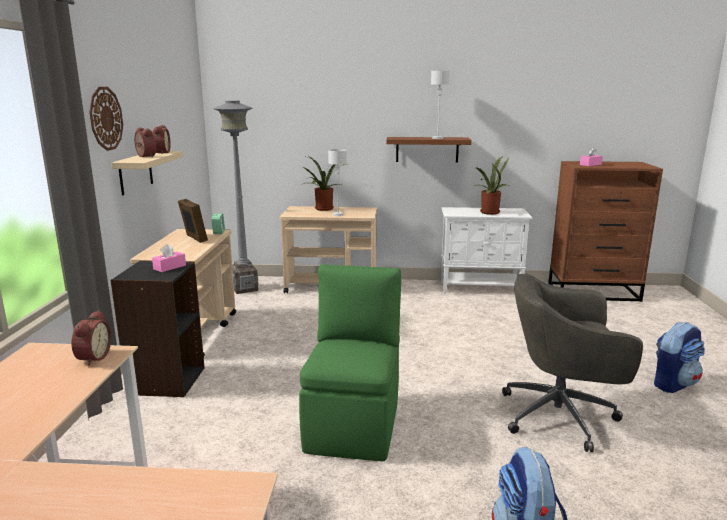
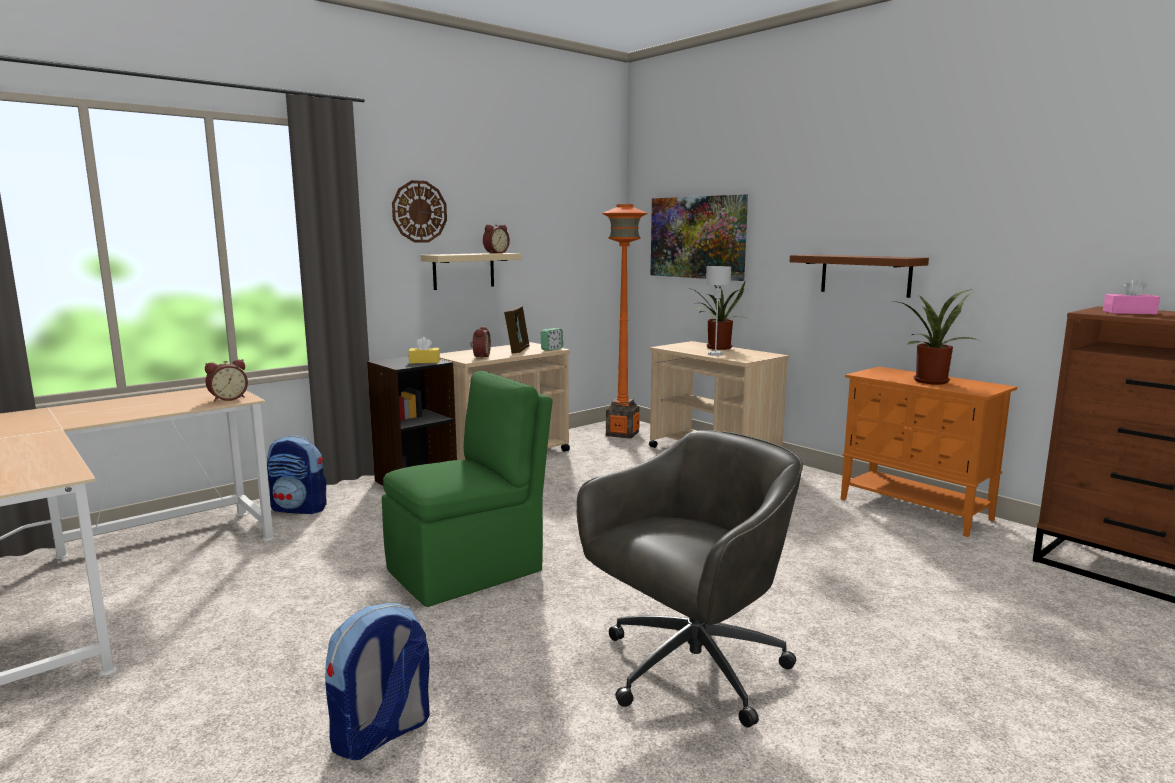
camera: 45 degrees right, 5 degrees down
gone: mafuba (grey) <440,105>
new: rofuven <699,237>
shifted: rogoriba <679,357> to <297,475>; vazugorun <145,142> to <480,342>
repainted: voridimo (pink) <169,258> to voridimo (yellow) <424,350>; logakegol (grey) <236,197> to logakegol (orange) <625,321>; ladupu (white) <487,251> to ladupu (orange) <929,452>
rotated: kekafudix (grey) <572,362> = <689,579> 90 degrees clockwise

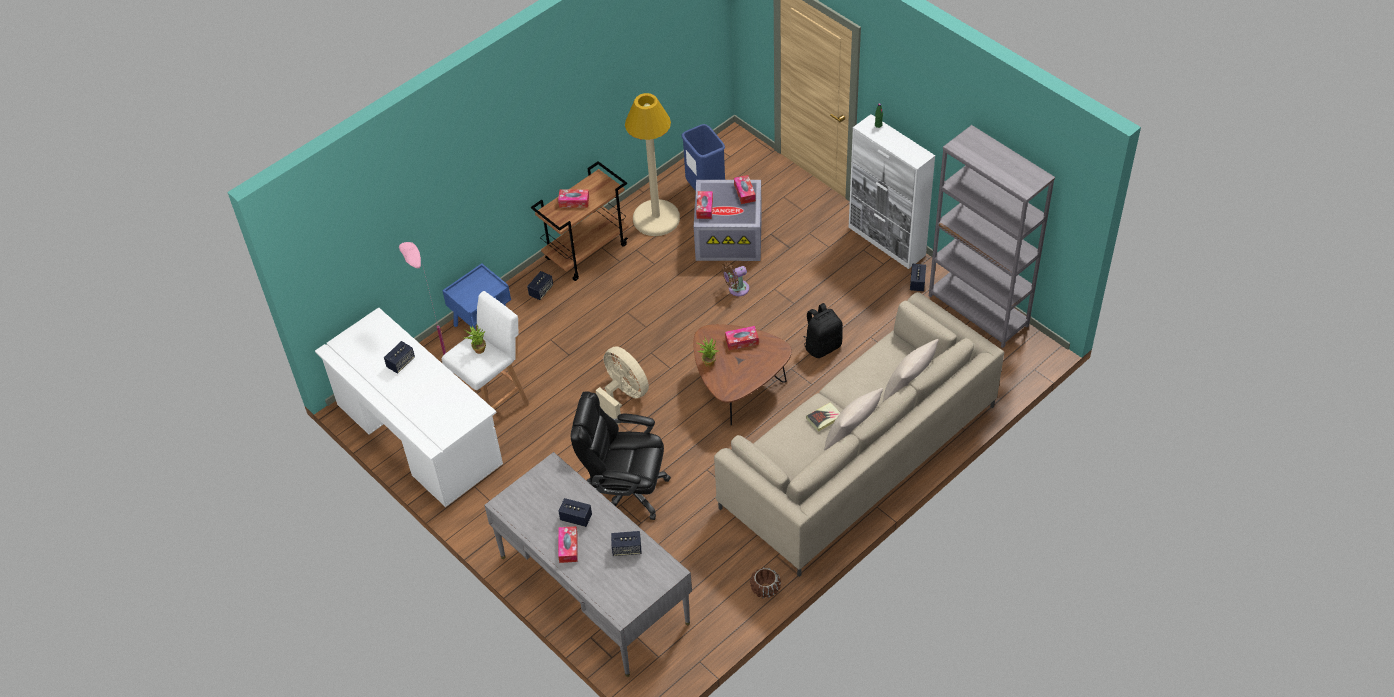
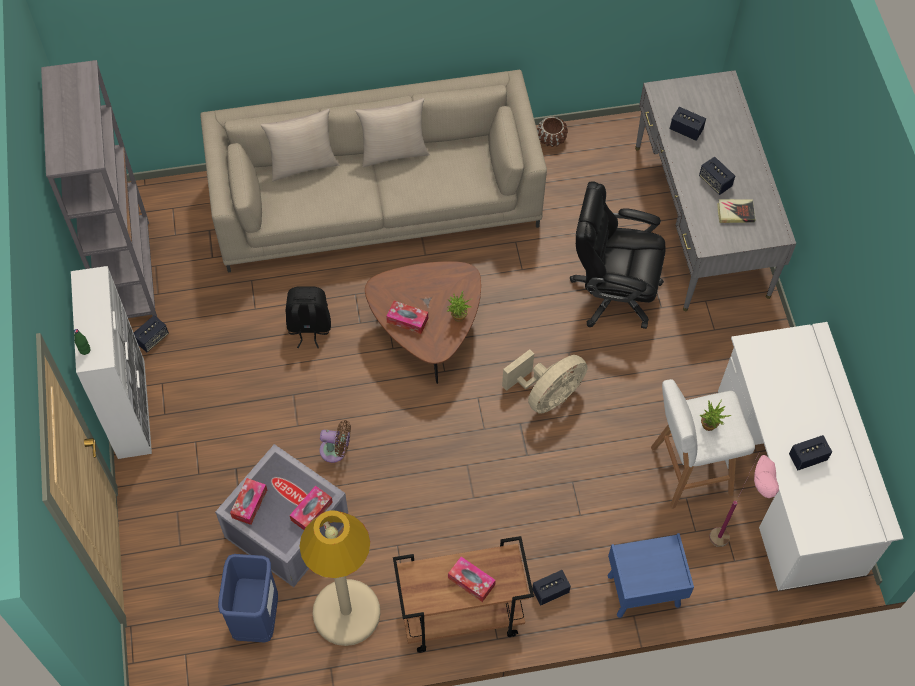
camera: 150 degrees left, 10 degrees up
gone: voridimo <568,544>
shifted: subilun <823,417> to <736,211>
rotated: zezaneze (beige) <622,385> = <545,381> 120 degrees counterclockwise; kekafudix (black) <621,455> = <618,255> 150 degrees clockwise

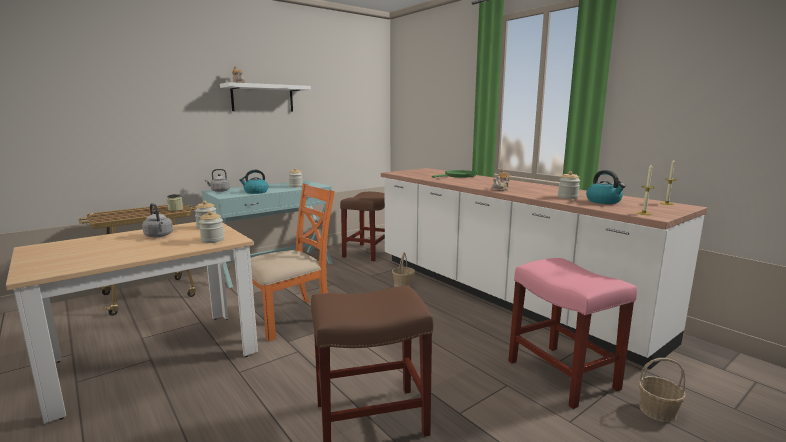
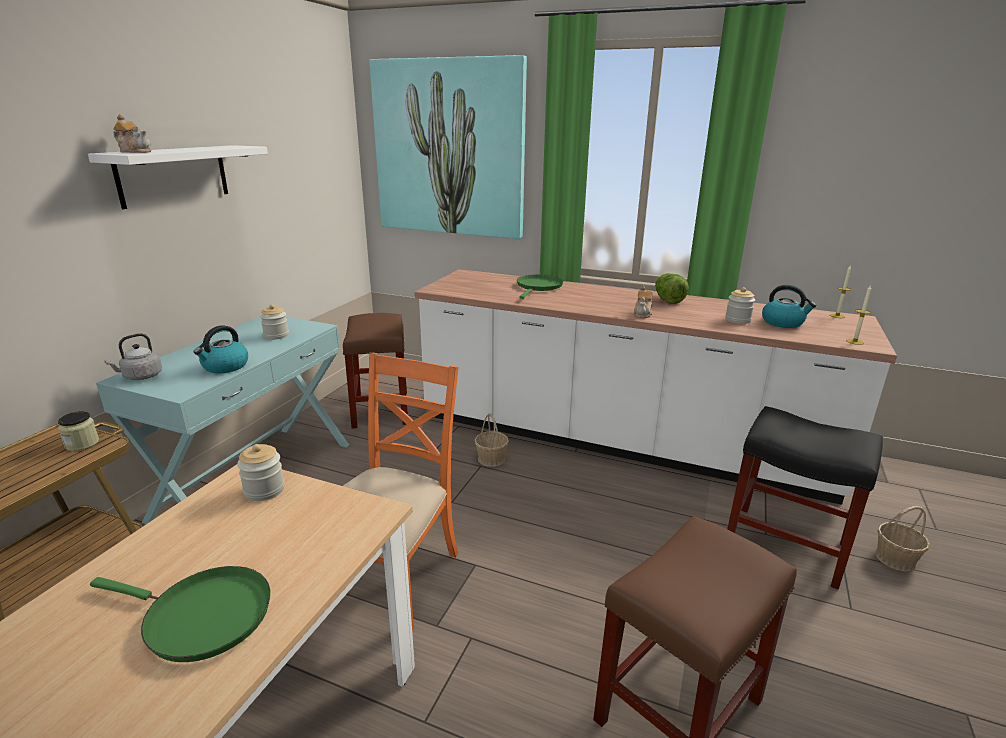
camera: 30 degrees left, 10 degrees up
gone: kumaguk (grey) <157,220>; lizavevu <211,227>
new: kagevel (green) <180,614>; rofuven <448,147>; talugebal <672,288>
repainted: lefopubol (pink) <572,333> to lefopubol (black) <805,497>

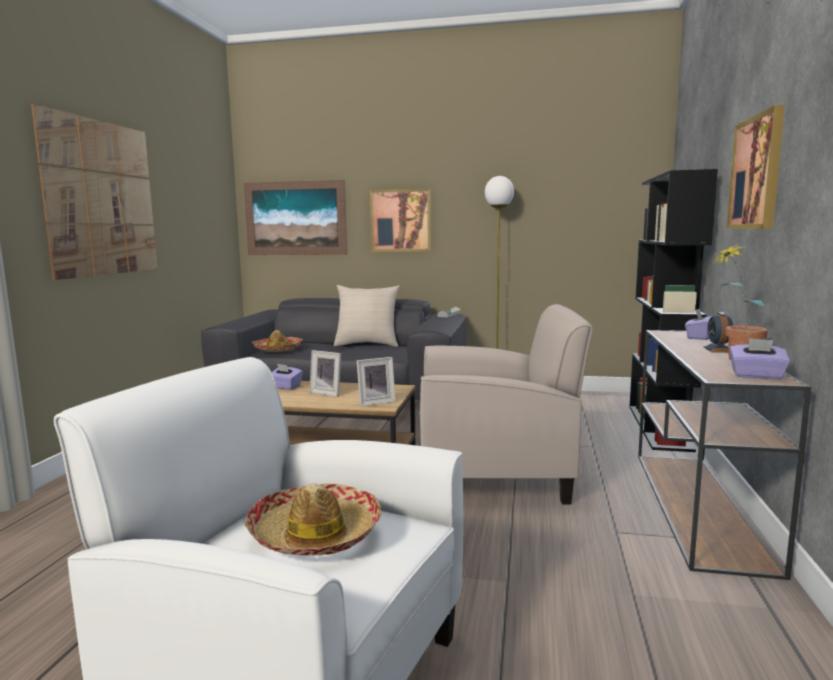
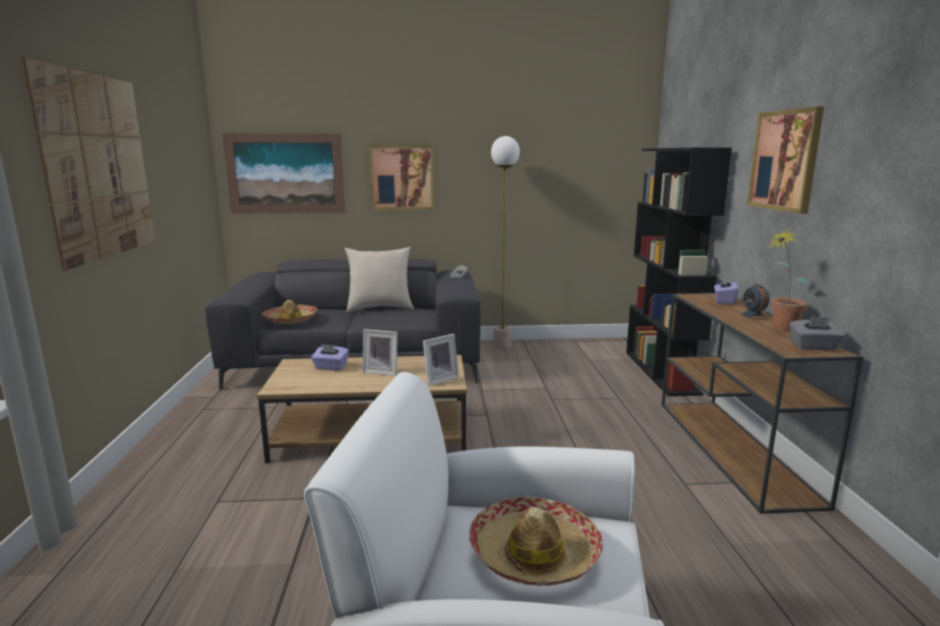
camera: 15 degrees left, 5 degrees up
gone: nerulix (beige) <506,404>
repainted: voridimo (purple) <759,358> to voridimo (grey) <817,333>

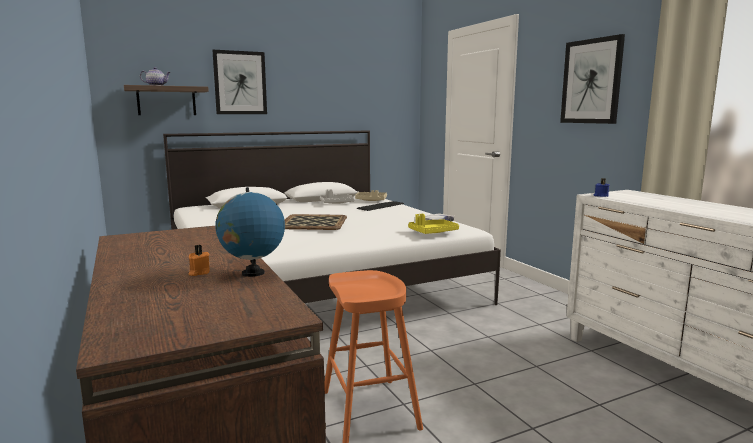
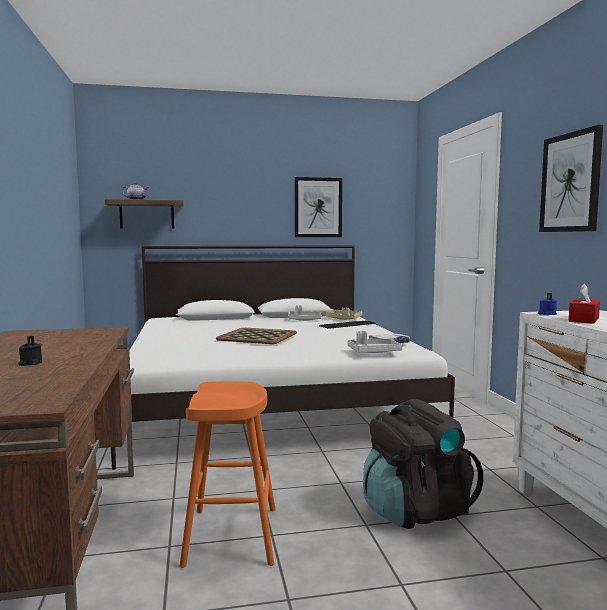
camera: 15 degrees right, 5 degrees down
gone: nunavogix <250,232>
new: rogoriba (black) <423,464>; voridimo (red) <584,303>
shifted: rofuven <239,82> to <318,207>
repainted: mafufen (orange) <199,260> to mafufen (black) <30,351>; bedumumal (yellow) <433,224> to bedumumal (grey) <375,342>

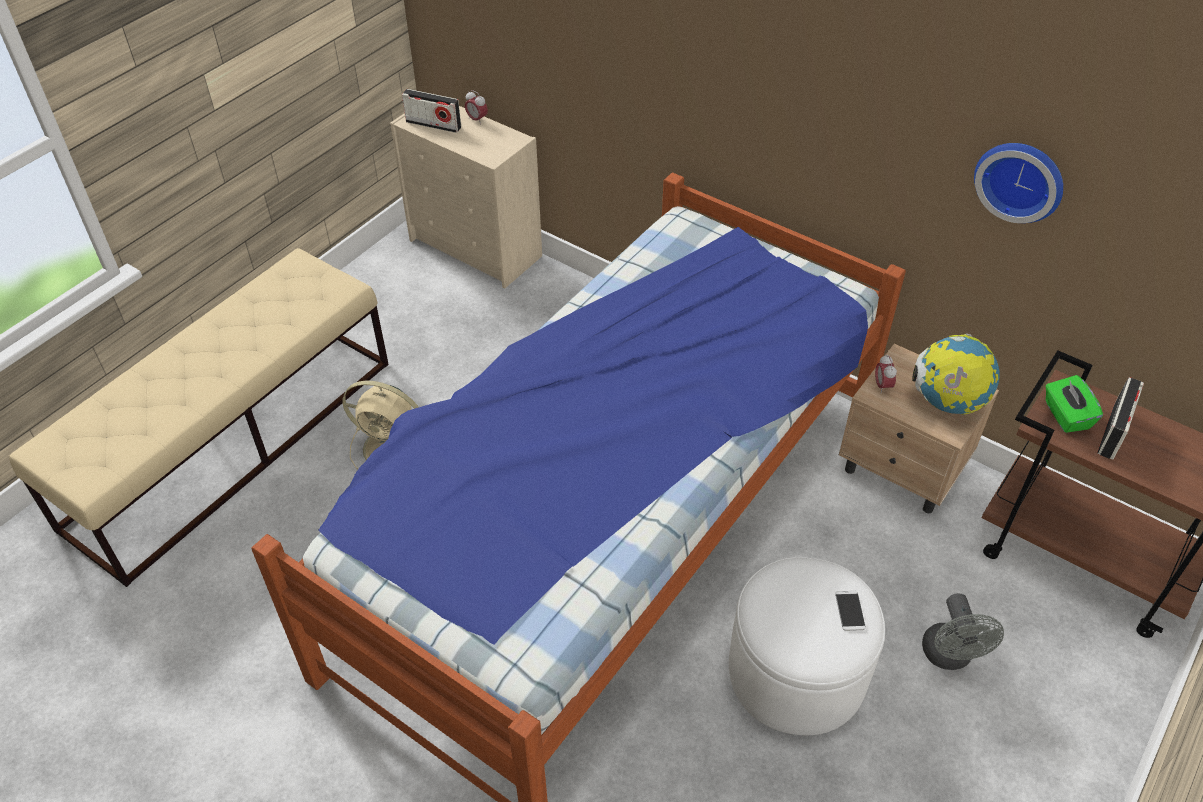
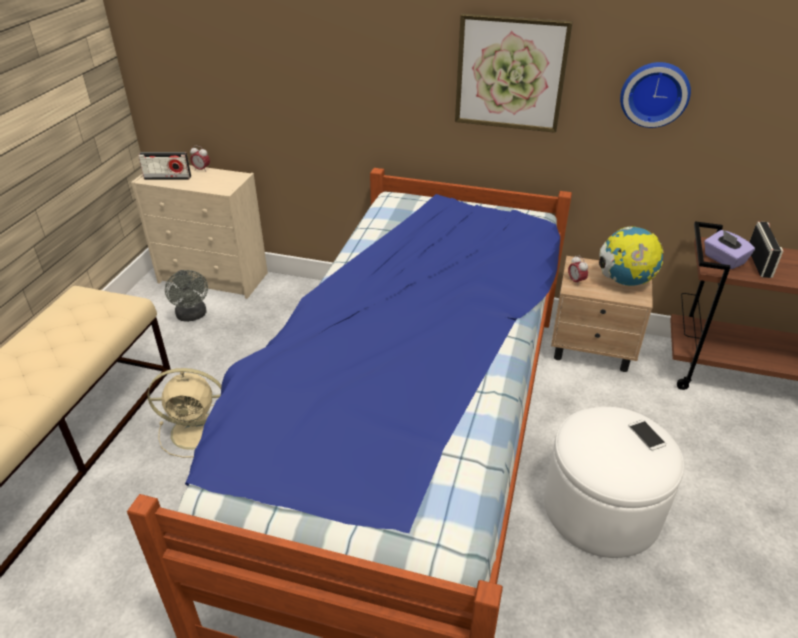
camera: 20 degrees left, 10 degrees down
new: rofuven <514,73>
shifted: zezaneze (grey) <963,631> to <186,296>
repainted: voridimo (green) <1074,404> to voridimo (purple) <729,249>

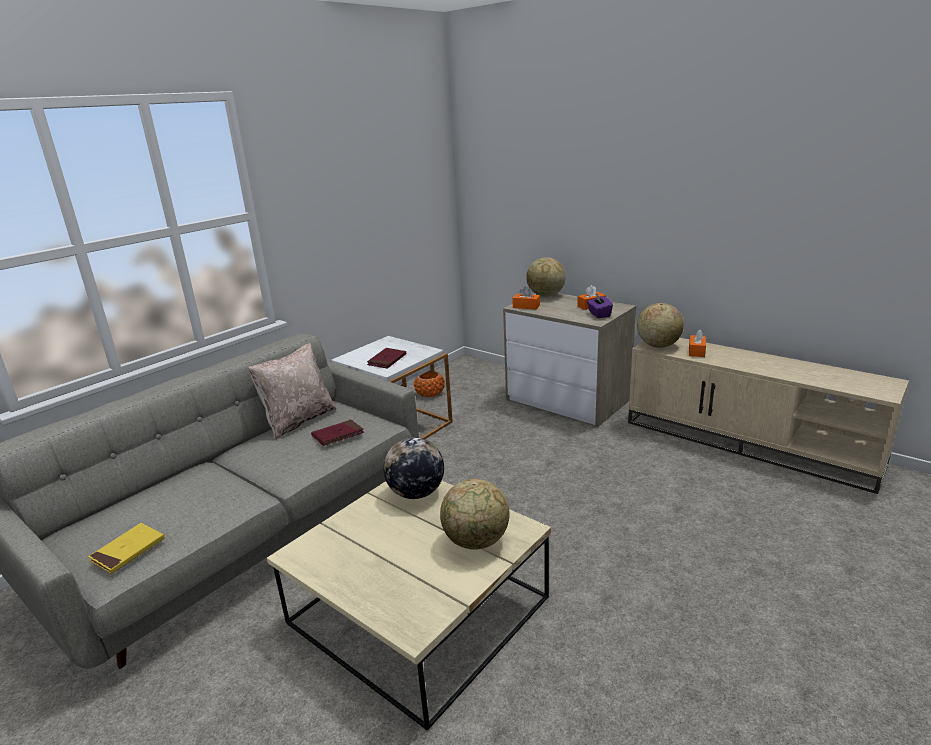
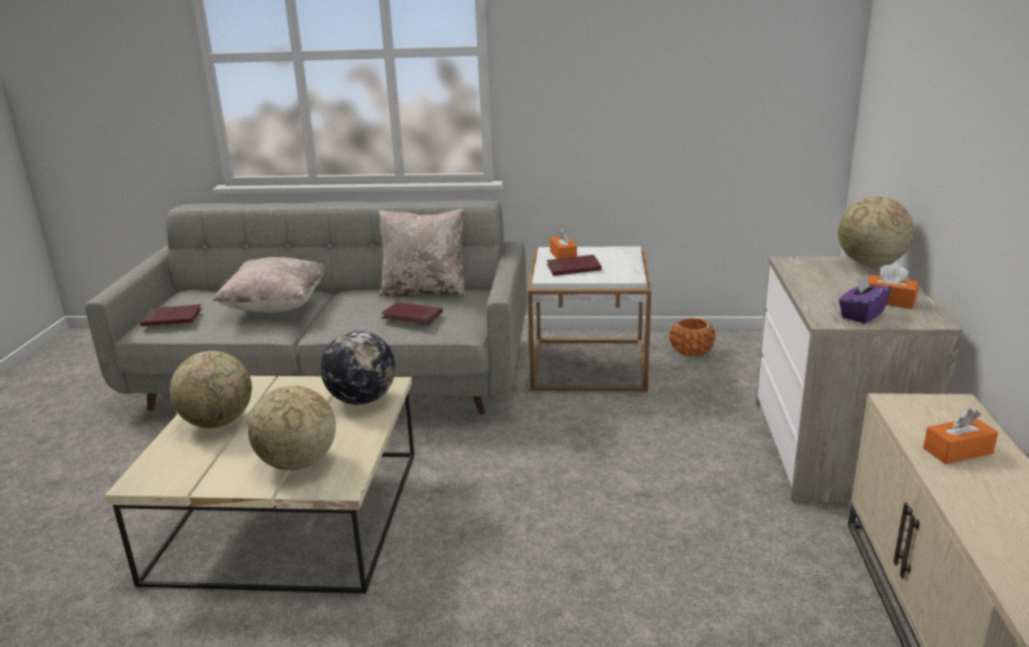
camera: 55 degrees right, 0 degrees up
new: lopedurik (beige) <269,285>
shifted: nunavogix <660,325> to <211,389>; voridimo (orange) <526,297> to <563,243>
repainted: subilun (yellow) <126,548> to subilun (red) <171,315>

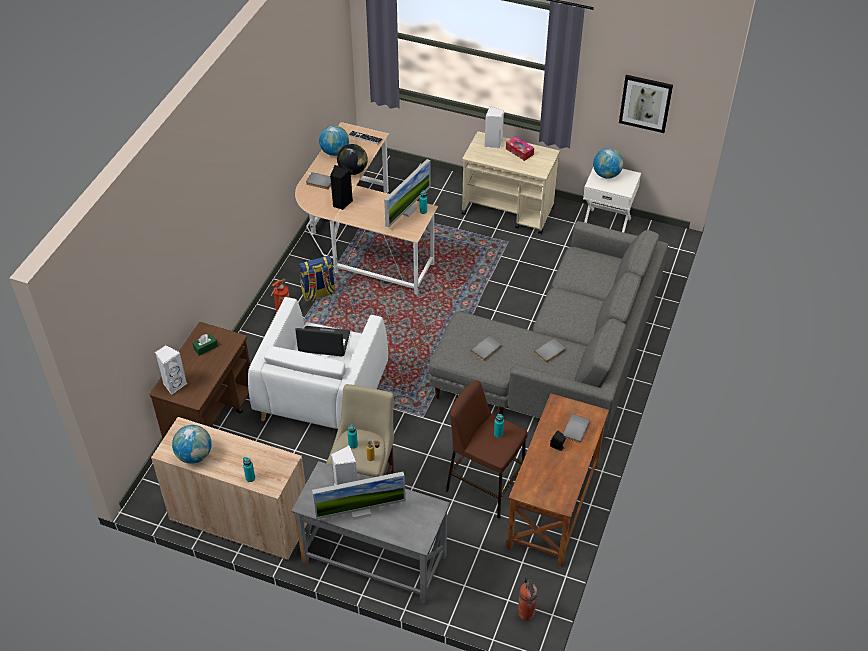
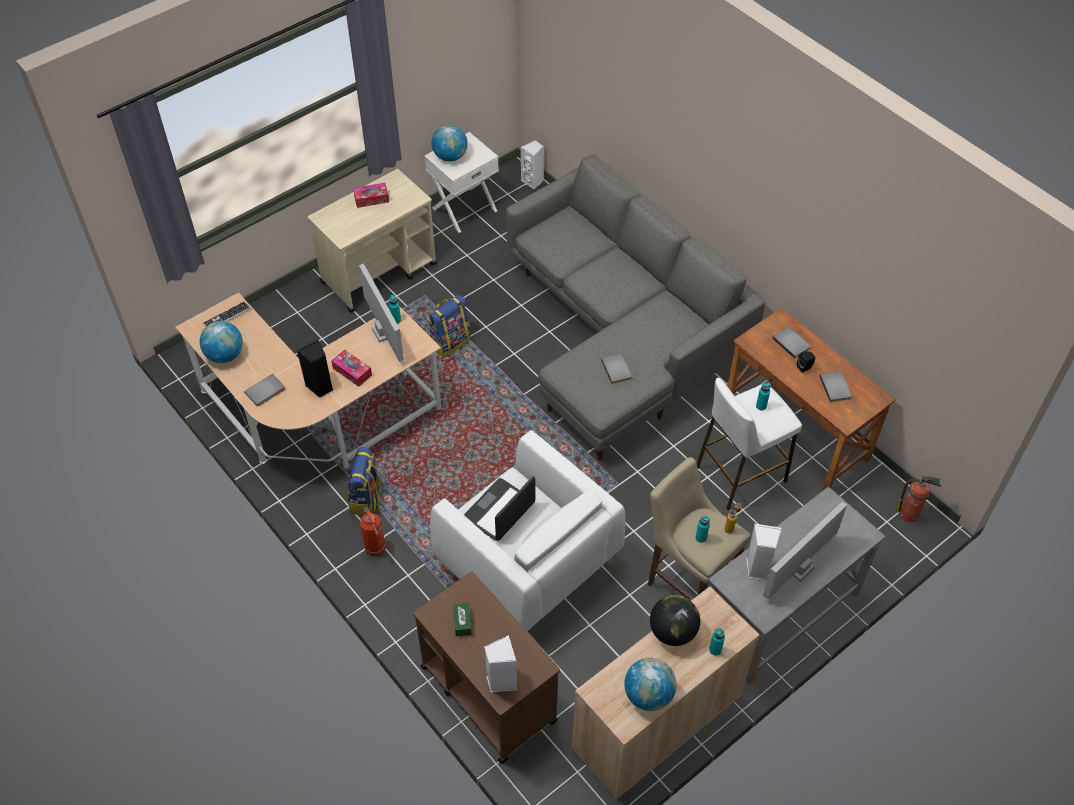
camera: 60 degrees left, 5 degrees up
gone: rofuven <646,104>
new: voridimo <351,368>; rogoriba <449,326>
shifted: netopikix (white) <494,127> to <532,165>; nunavogix <352,159> to <675,620>; subilun (grey) <550,350> to <836,387>
repainted: lefopubol (brown) <487,449> to lefopubol (white) <749,443>
rotated: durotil <359,496> = <805,550> 150 degrees counterclockwise

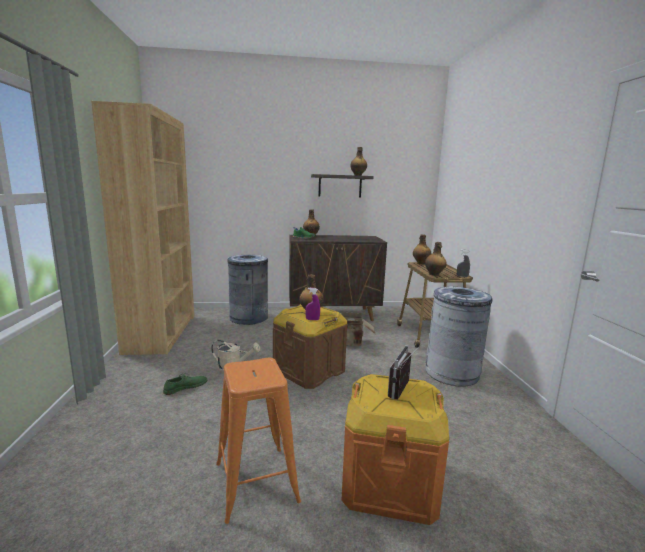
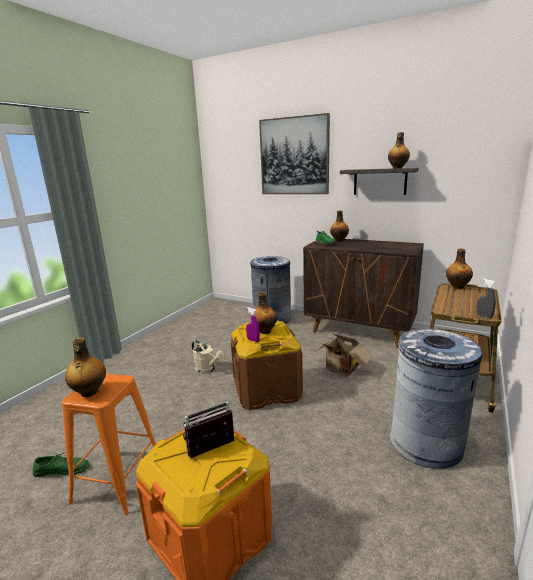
camera: 35 degrees right, 5 degrees up
gone: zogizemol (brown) <142,228>
new: rofuven <294,153>
shifted: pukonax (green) <185,384> to <61,464>; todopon <436,259> to <85,367>

